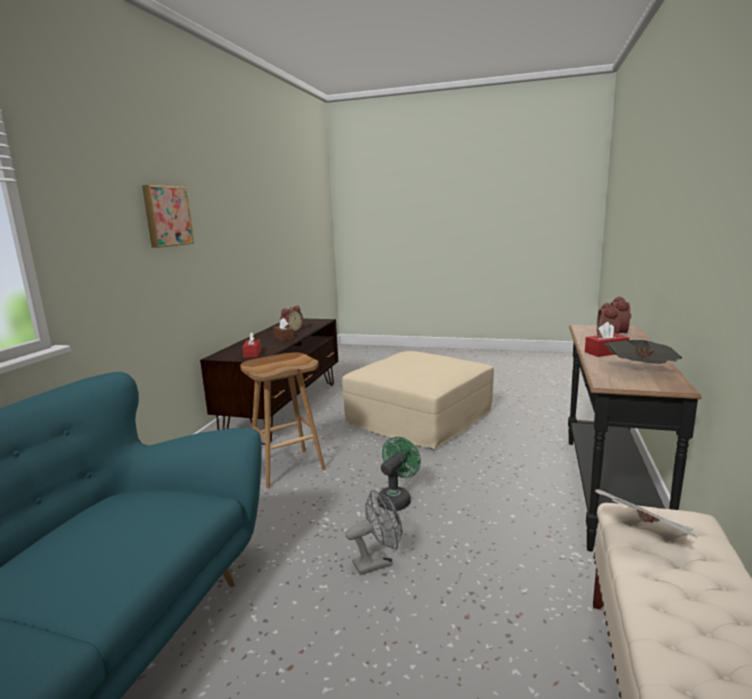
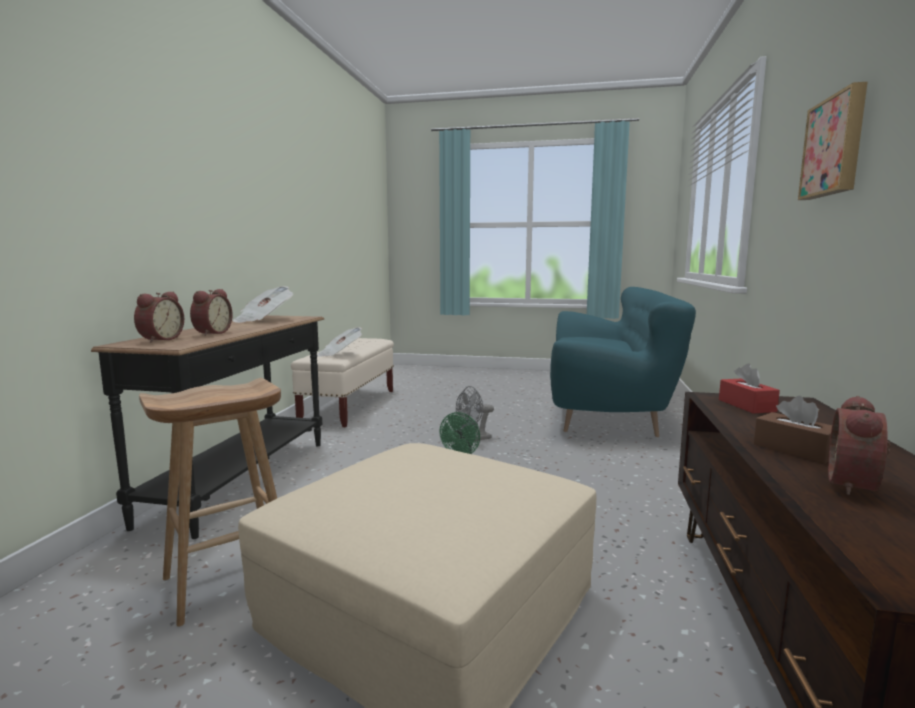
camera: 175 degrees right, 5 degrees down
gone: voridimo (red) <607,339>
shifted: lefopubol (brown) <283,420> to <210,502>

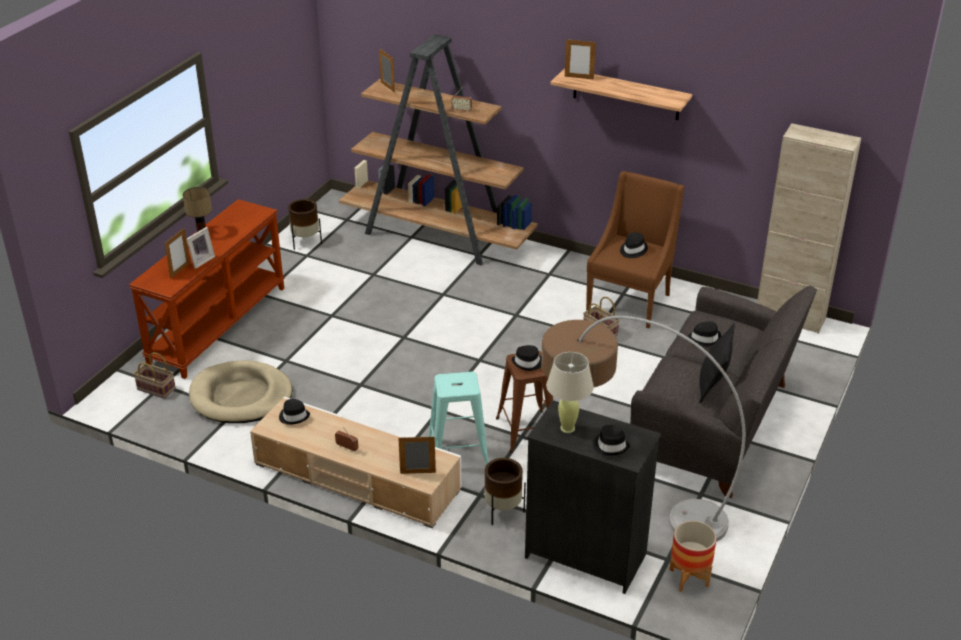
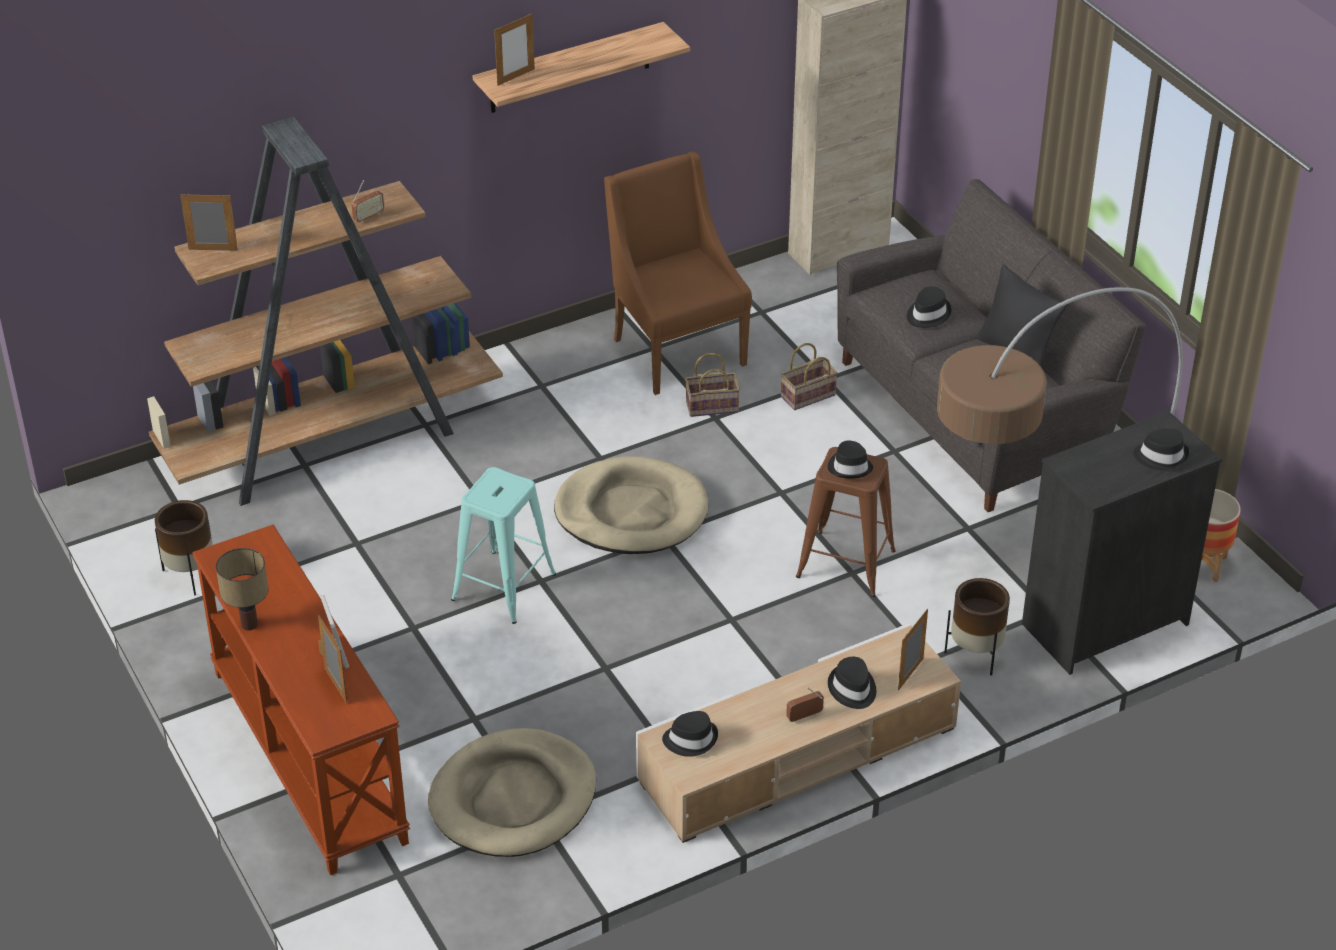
camera: 55 degrees left, 5 degrees up
gone: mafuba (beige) <570,392>
new: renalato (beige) <631,505>
shifted: lefopubol (turquoise) <459,418> to <503,545>; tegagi <154,375> to <809,376>; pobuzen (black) <634,245> to <852,683>

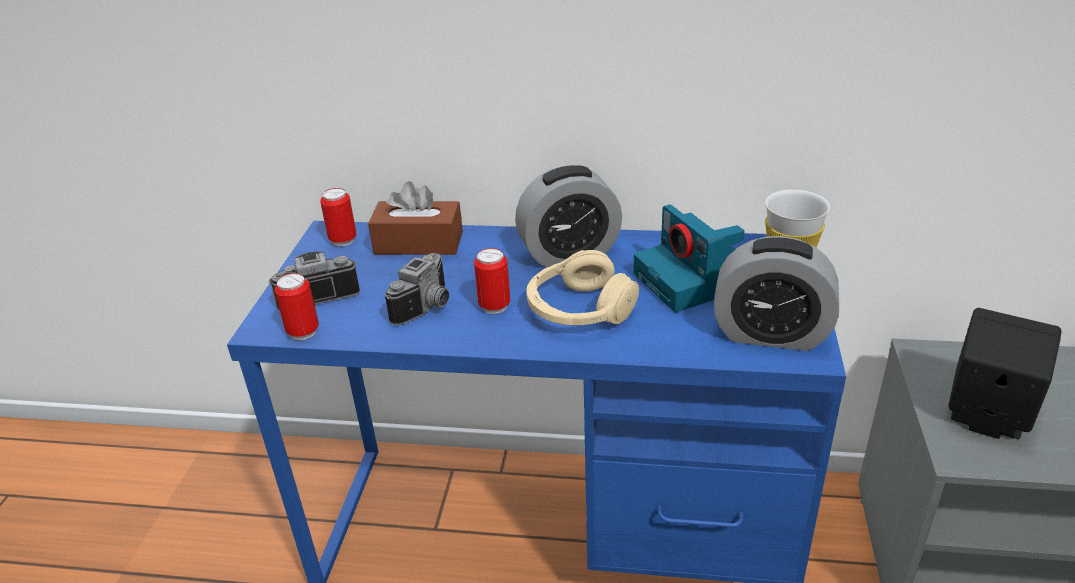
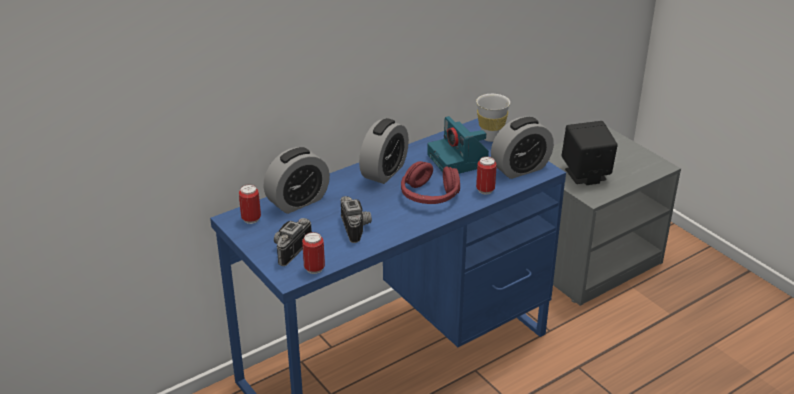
camera: 45 degrees left, 0 degrees up
shifted: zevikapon <492,281> to <486,175>
swapped: voridimo (brown) <415,218> to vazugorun <297,180>
repainted: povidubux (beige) <582,287> to povidubux (red) <430,182>
rotated: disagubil <689,258> = <458,145> 45 degrees clockwise

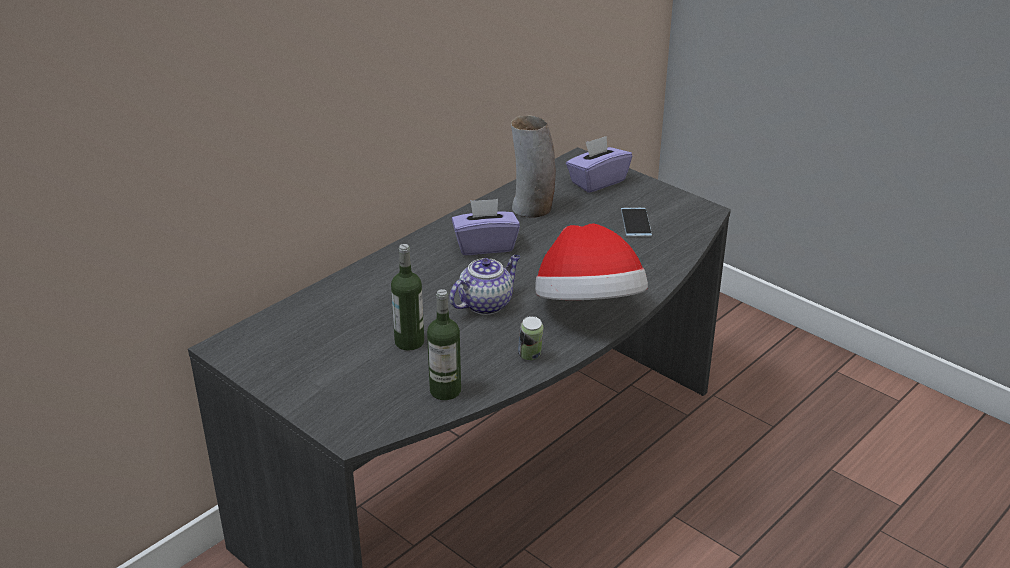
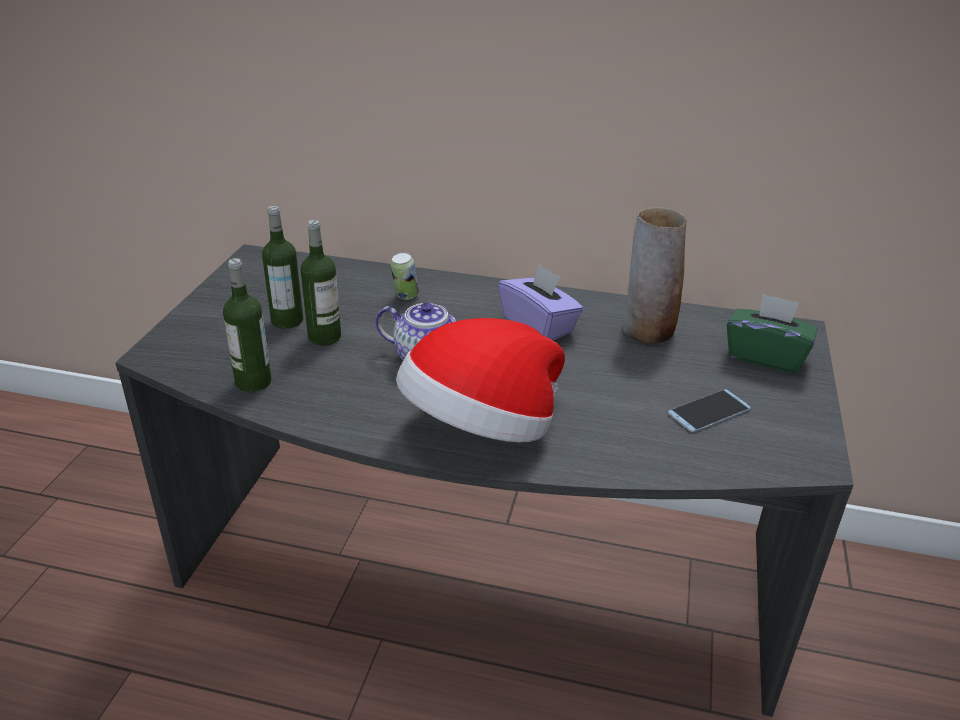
camera: 60 degrees right, 0 degrees up
new: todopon <282,267>
shifted: zevikapon <531,338> to <405,276>
repainted: voridimo (purple) <599,164> to voridimo (green) <772,333>

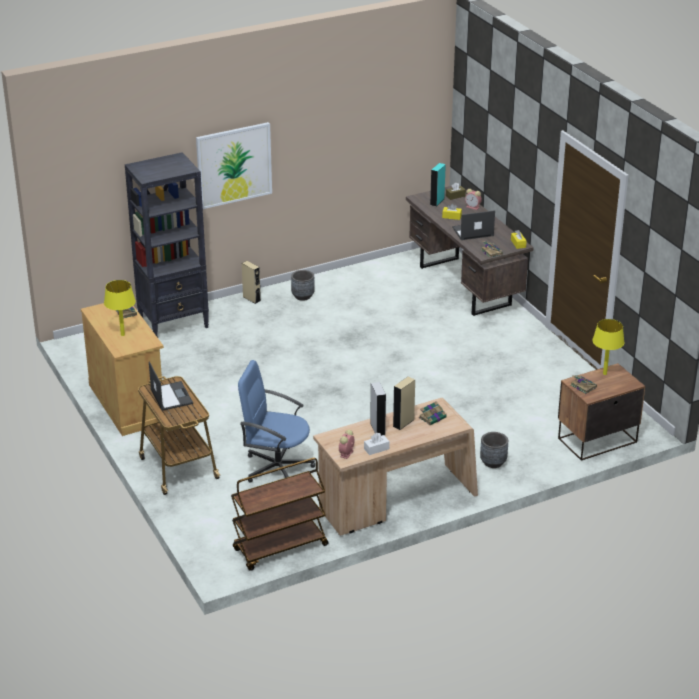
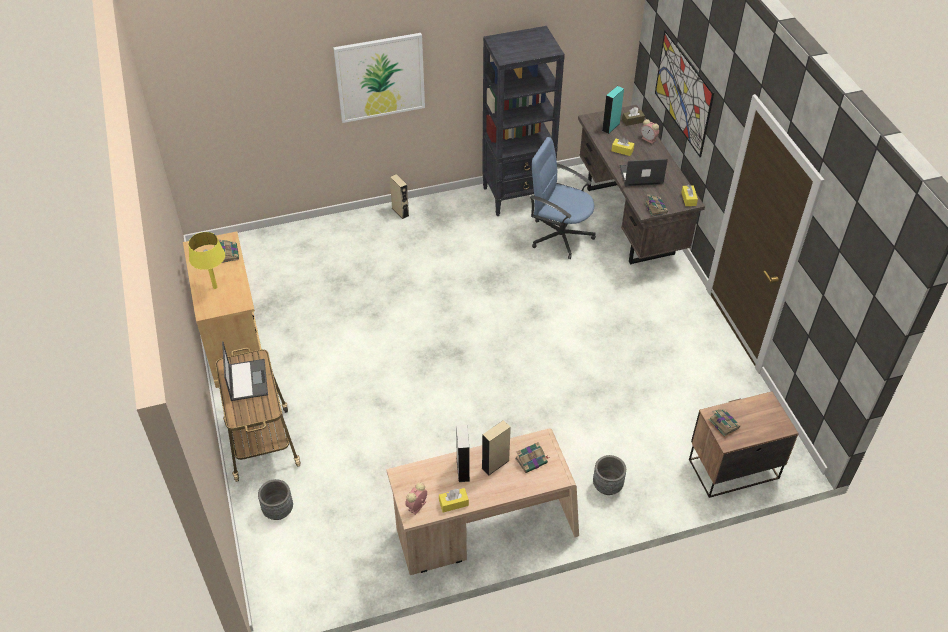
camera: 10 degrees right, 15 degrees up
gone: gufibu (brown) <280,514>; mafuba (yellow) <608,347>
new: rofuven <684,93>
shifted: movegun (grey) <303,285> to <275,499>; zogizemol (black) <167,245> to <523,121>; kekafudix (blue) <276,421> to <563,198>
repainted: voridimo (white) <377,444> to voridimo (yellow) <454,500>

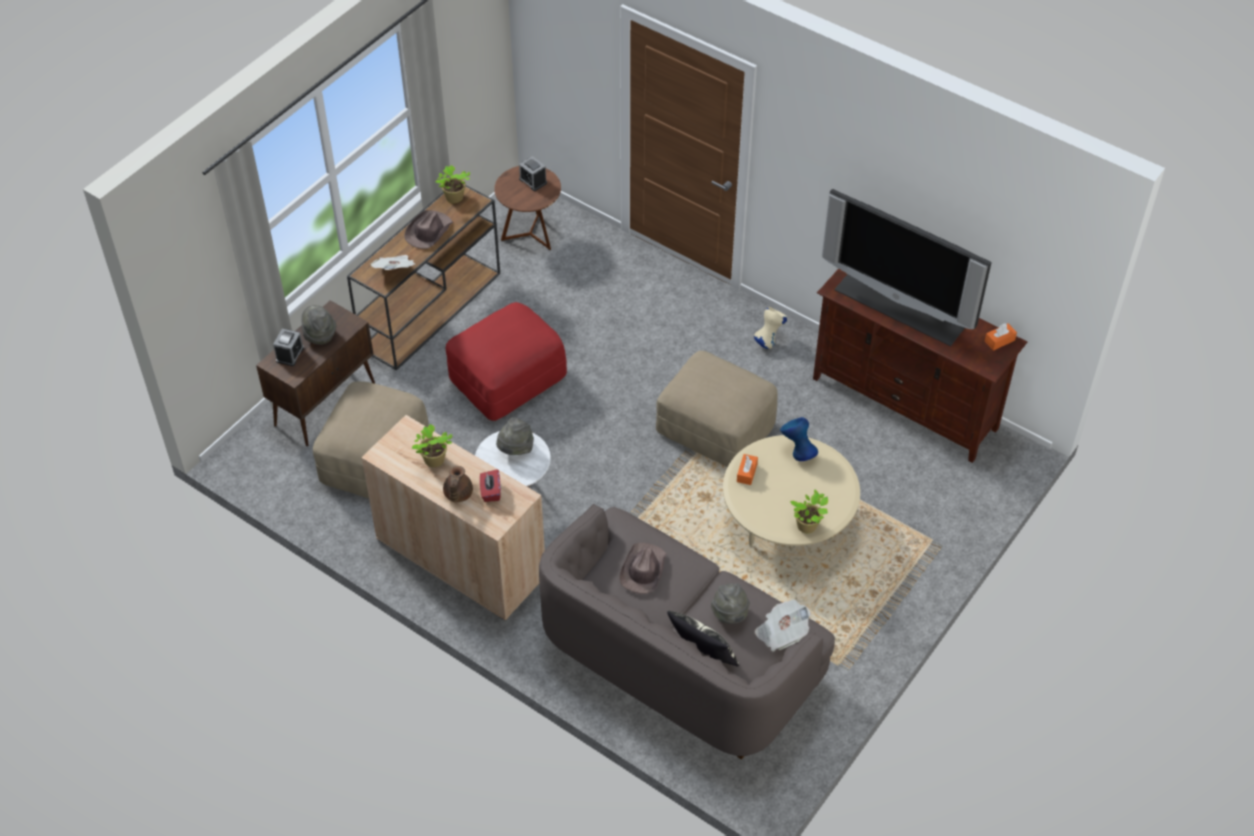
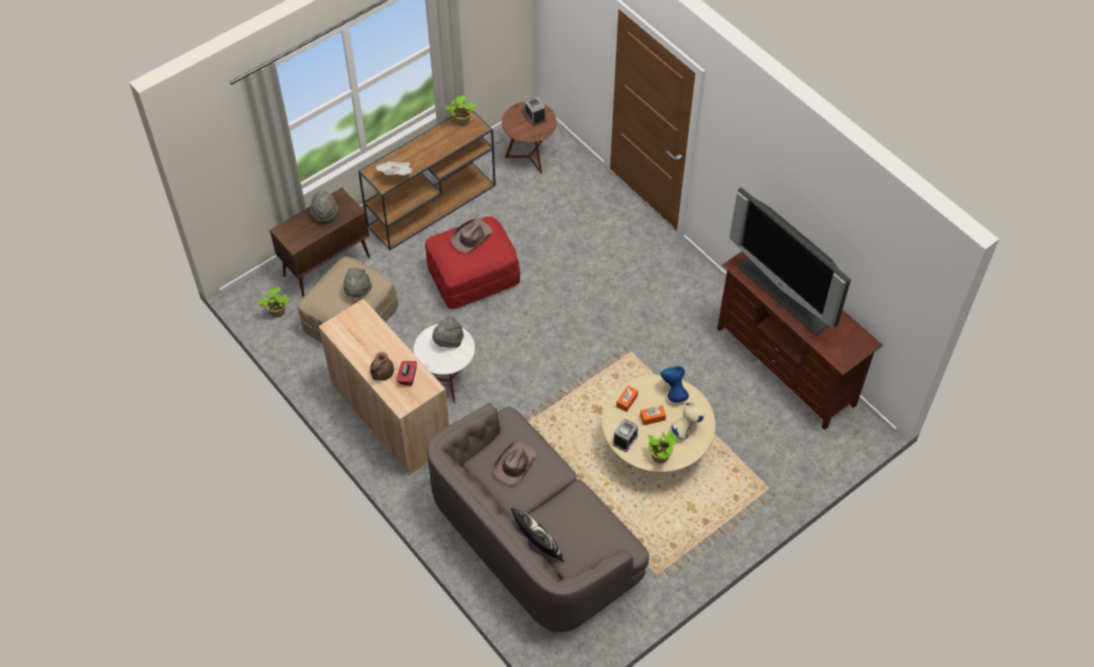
camera: 15 degrees right, 5 degrees up
gone: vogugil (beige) <717,409>; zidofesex <783,626>
shifted: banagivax <432,445> to <273,301>; pobuzen (grey) <730,603> to <358,282>; pobuzen (brown) <428,229> to <471,236>; vazugorun <288,347> to <625,435>; voridimo (orange) <1001,337> to <653,415>; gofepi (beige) <771,328> to <688,421>

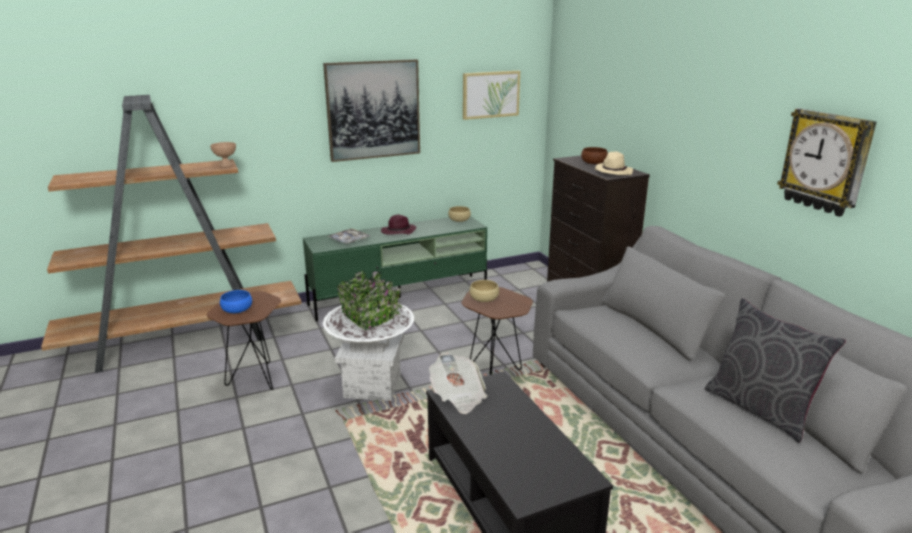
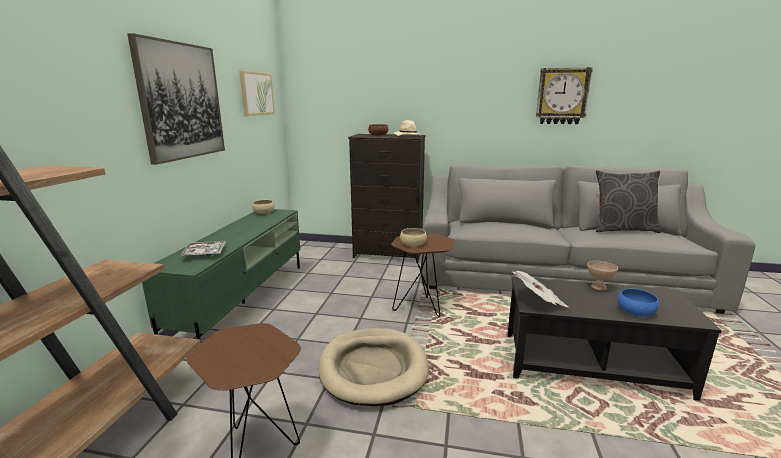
camera: 55 degrees left, 5 degrees down
gone: pobuzen (purple) <399,225>
shifted: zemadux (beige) <223,154> to <602,276>; zemadux (blue) <236,301> to <638,302>
swapped: movegun (white) <368,335> to renalato (beige) <373,367>

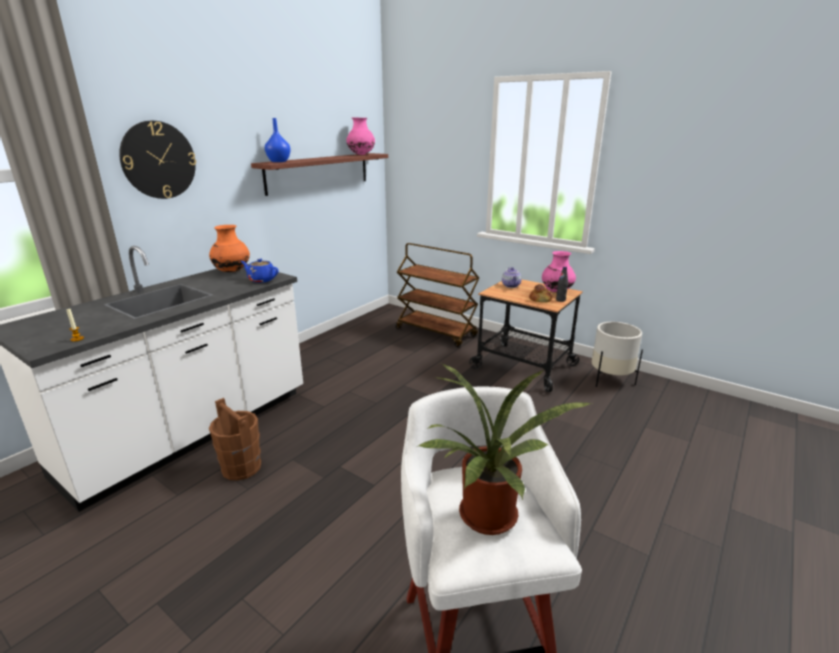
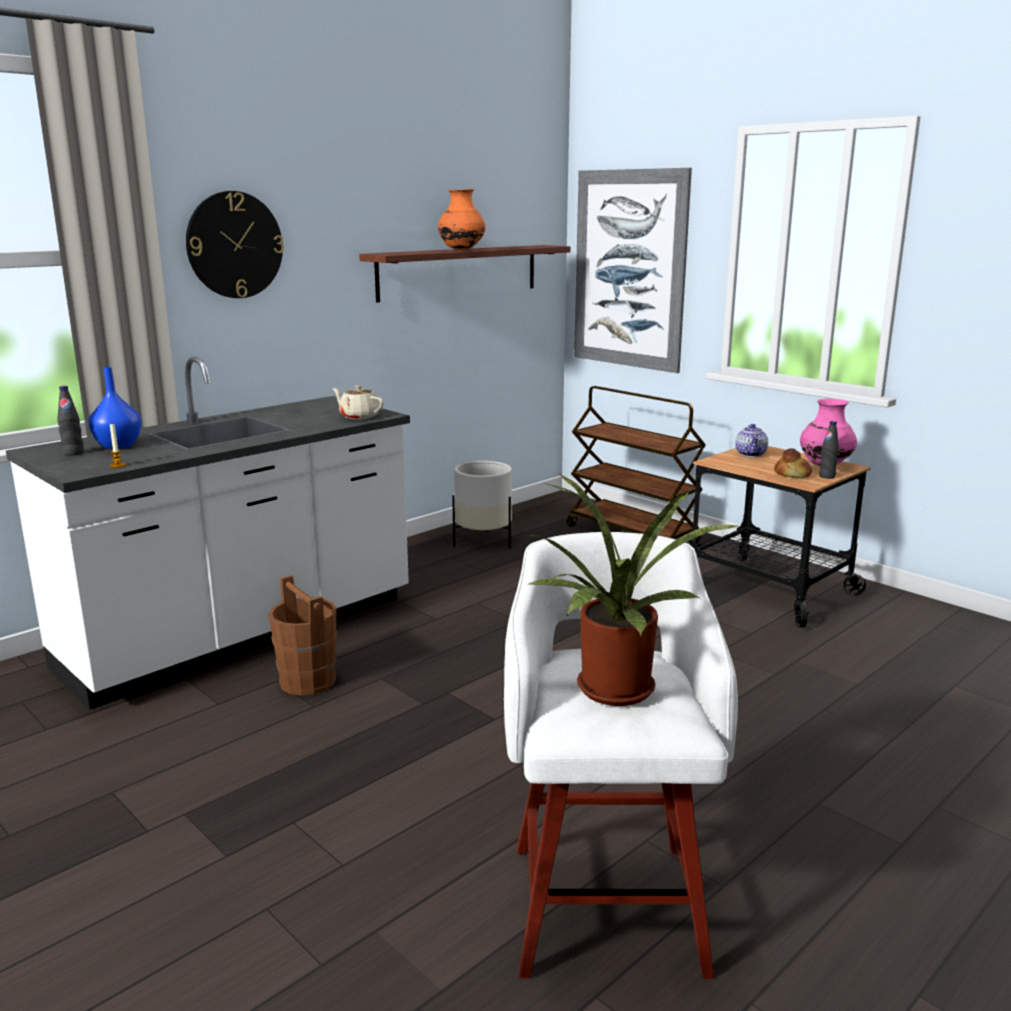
camera: 10 degrees right, 5 degrees down
gone: gofepi (pink) <360,136>
new: todopon (black) <70,421>; rofuven <633,270>
shifted: gofepi (blue) <278,140> to <115,408>; gofepi (orange) <229,248> to <462,219>; movegun (white) <617,354> to <482,504>
repainted: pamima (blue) <260,271> to pamima (beige) <358,402>

